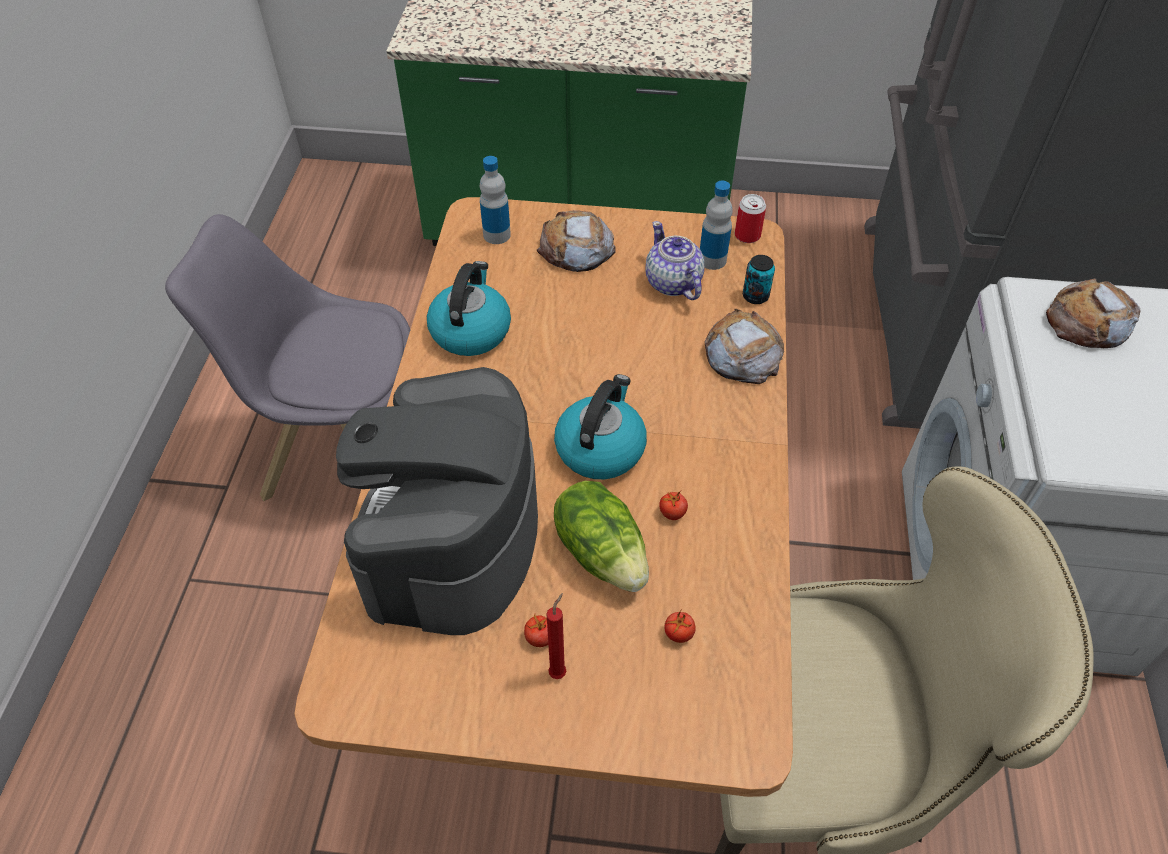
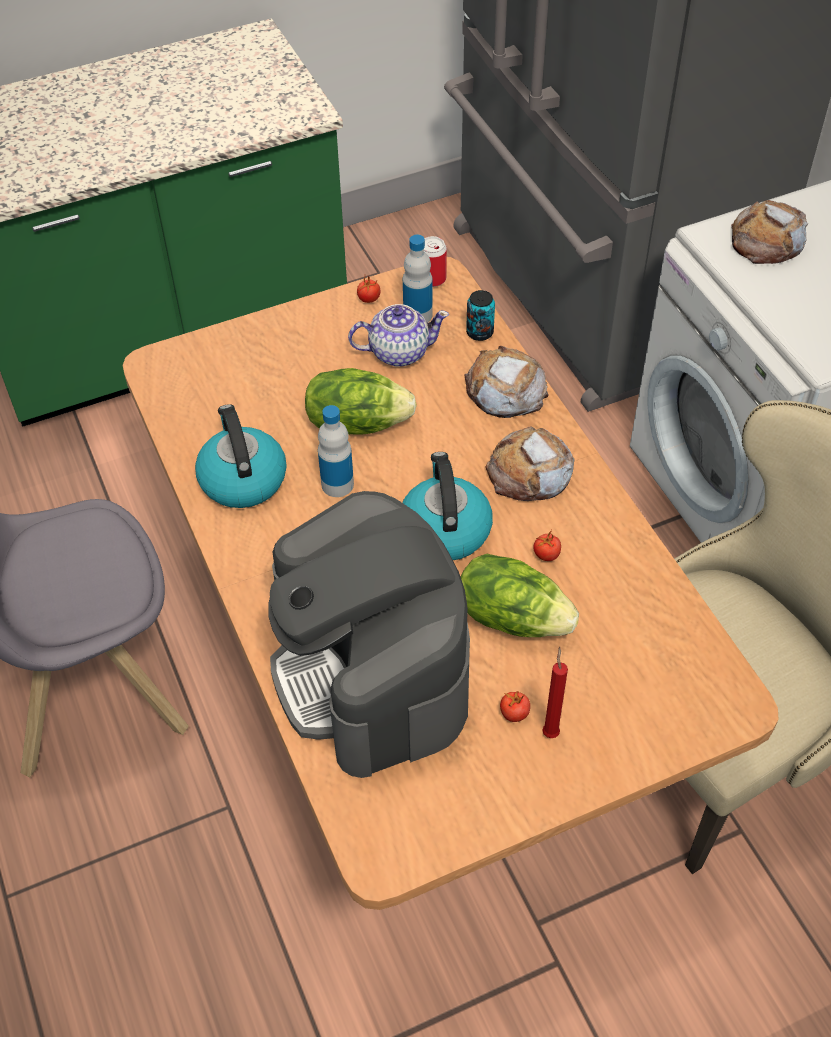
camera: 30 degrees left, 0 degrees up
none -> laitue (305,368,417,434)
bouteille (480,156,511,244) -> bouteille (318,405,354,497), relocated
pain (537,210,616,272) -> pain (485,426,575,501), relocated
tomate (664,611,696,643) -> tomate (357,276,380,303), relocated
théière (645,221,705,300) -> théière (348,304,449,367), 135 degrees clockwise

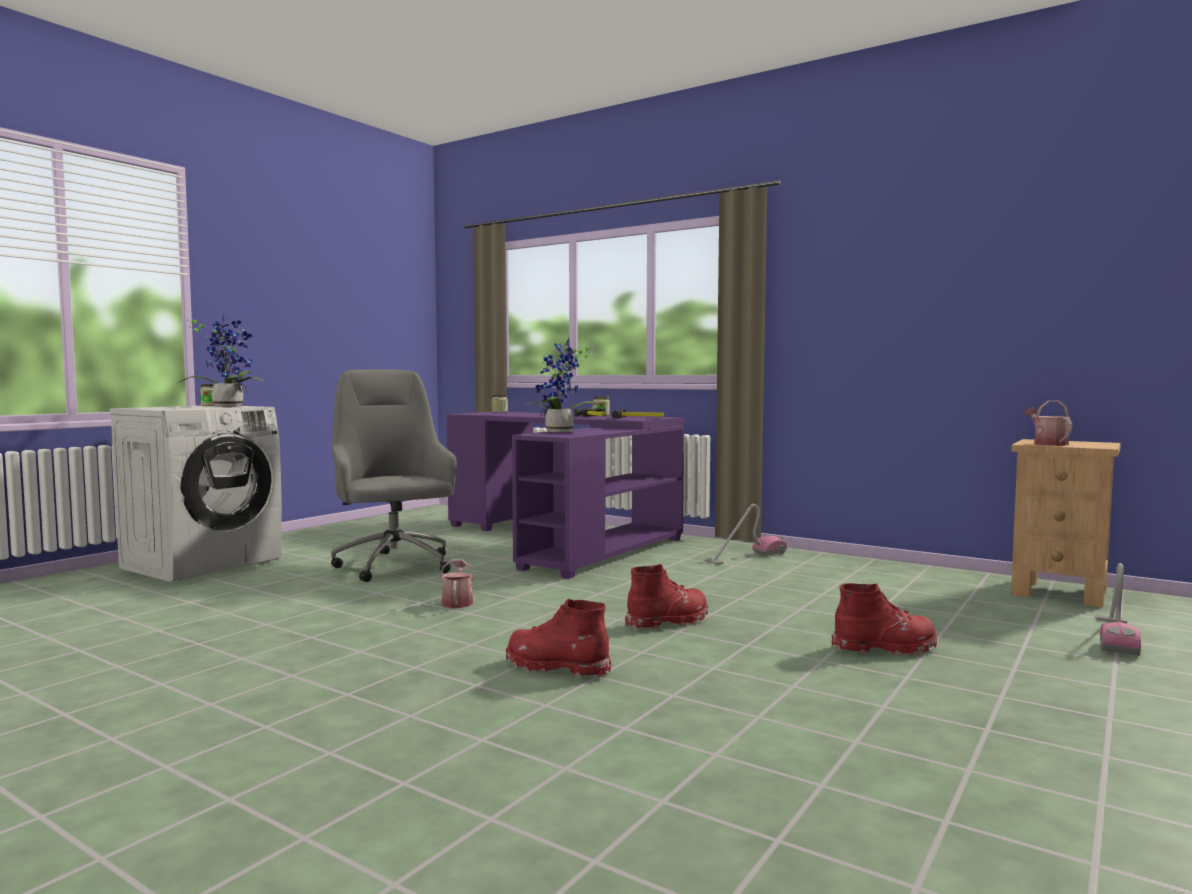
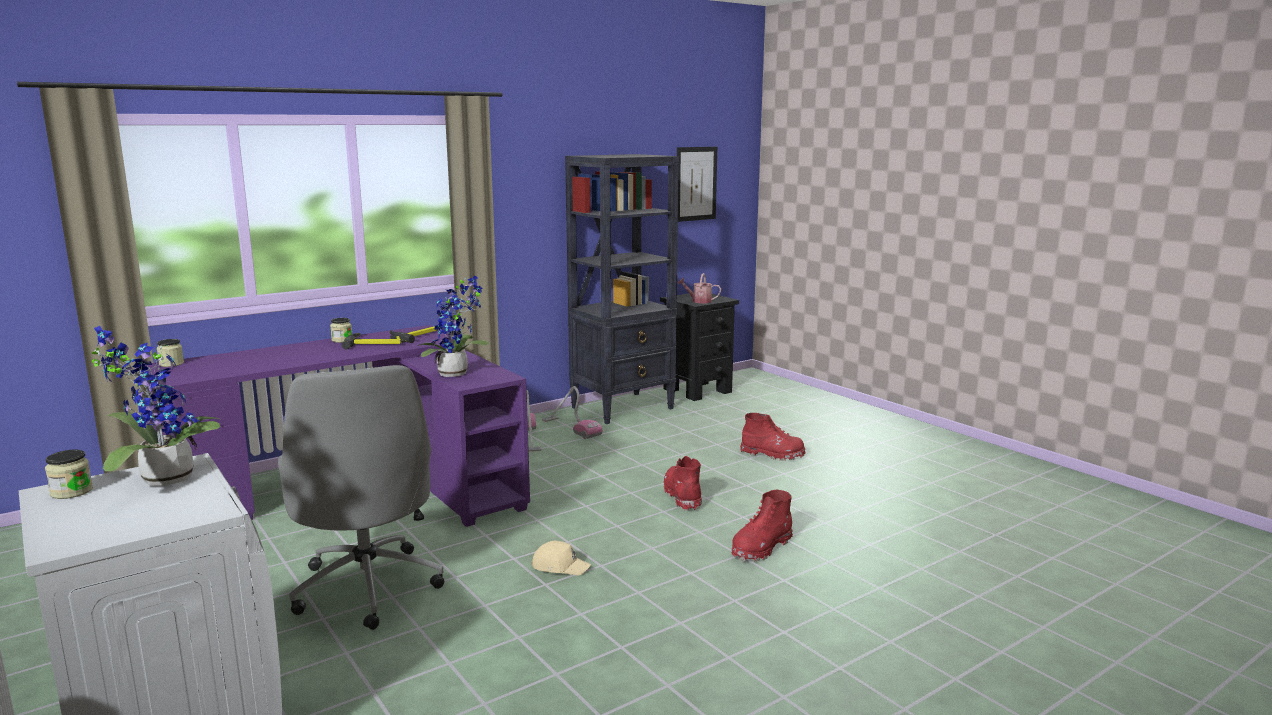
camera: 70 degrees left, 10 degrees up
none -> bibliothèque [noir] (565,154,679,424)
none -> tableau (677,147,717,222)
aspirateur (1095,563,1141,656) -> aspirateur (542,386,602,439), relocated
arrosoir (440,559,474,608) -> casquette [beige] (531,541,591,576)
table de chevet [beige] (1011,439,1121,608) -> table de chevet [noir] (660,294,739,401)
chaise de bureau [gris] (331,369,457,582) -> chaise de bureau [gris] (278,365,444,630), 105 degrees counterclockwise
botte [rouge] (831,583,938,657) -> botte [rouge] (740,413,805,461), 90 degrees clockwise

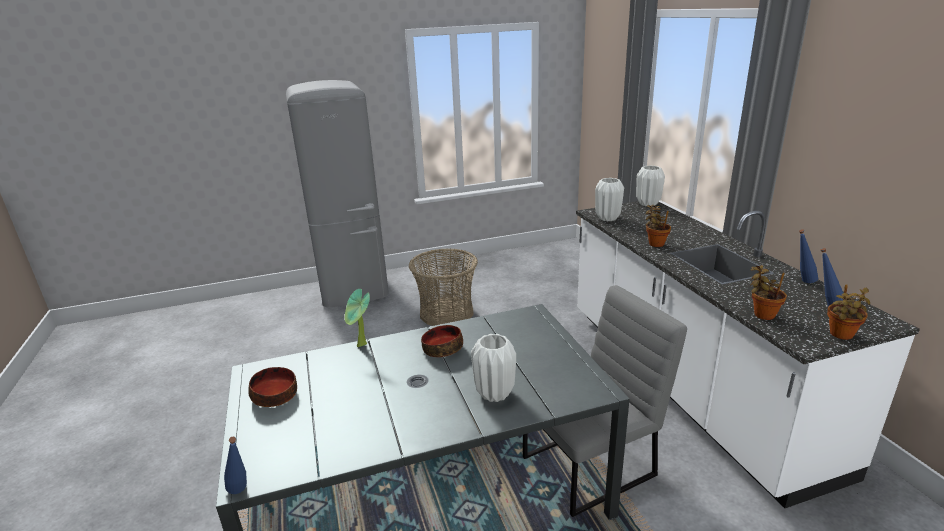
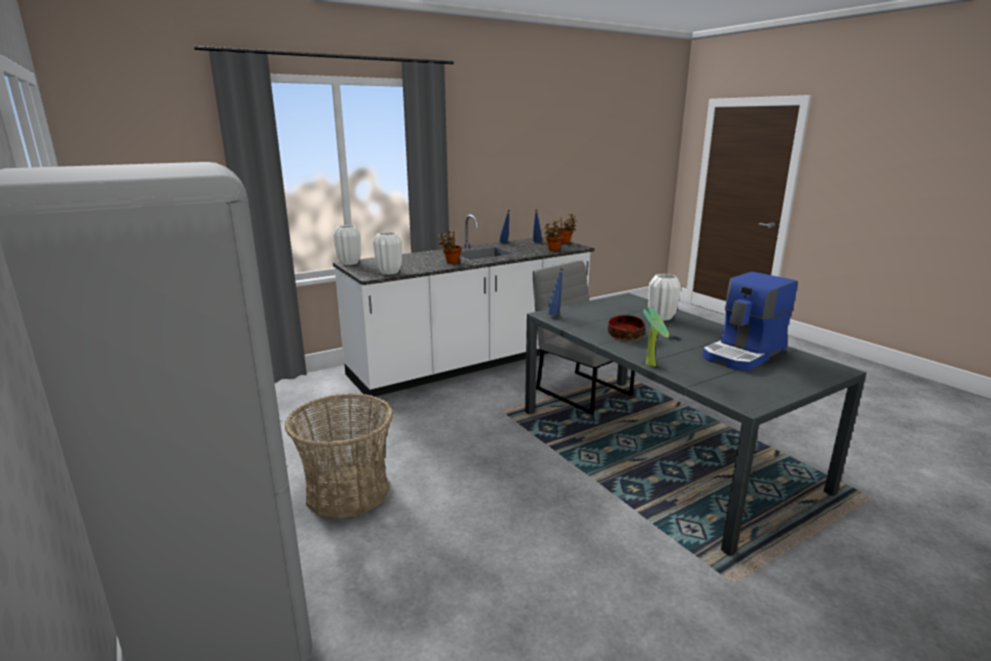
camera: 105 degrees left, 5 degrees down
bol (248,367,297,407) -> none
none -> machine à café (702,272,798,371)
bouteille [bleu] (224,437,247,494) -> bouteille [bleu] (547,268,563,316), relocated

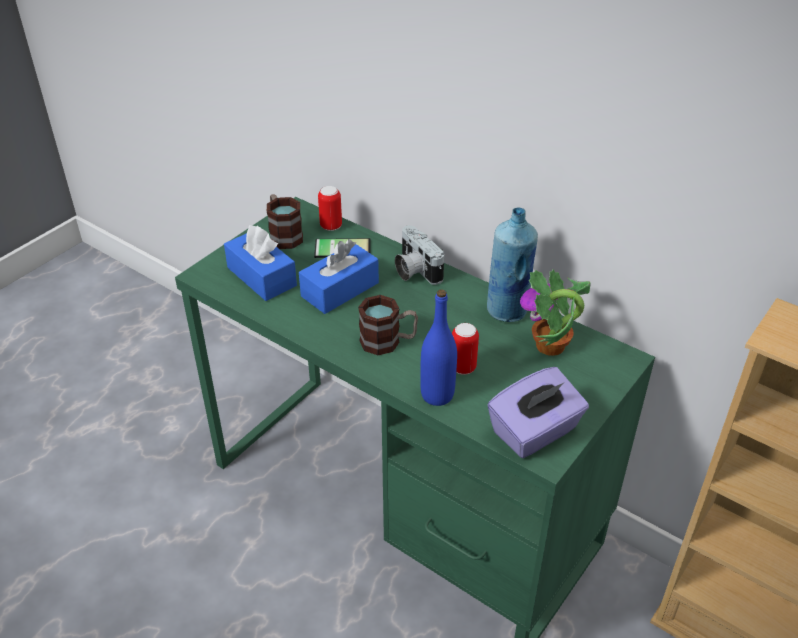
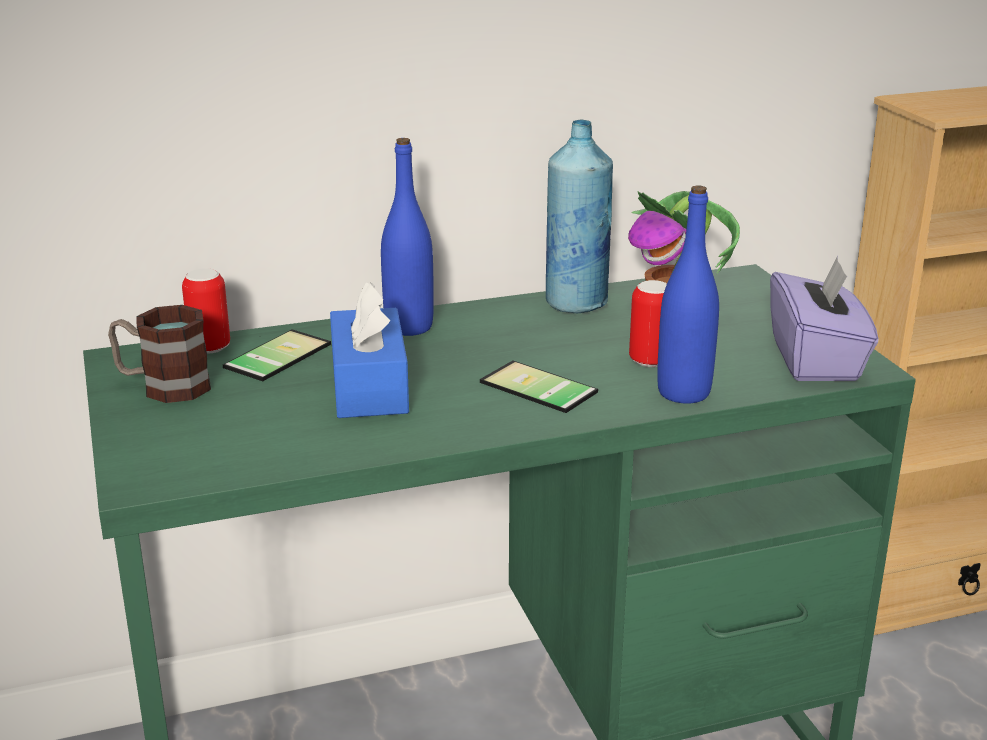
camera: 55 degrees left, 15 degrees down
boîte à mouchoirs [bleu] (224,225,297,301) -> none
mug (358,295,418,355) -> téléphone (480,361,598,413)
appareil photo (395,225,444,285) -> bouteille [bleu] (381,138,434,336)

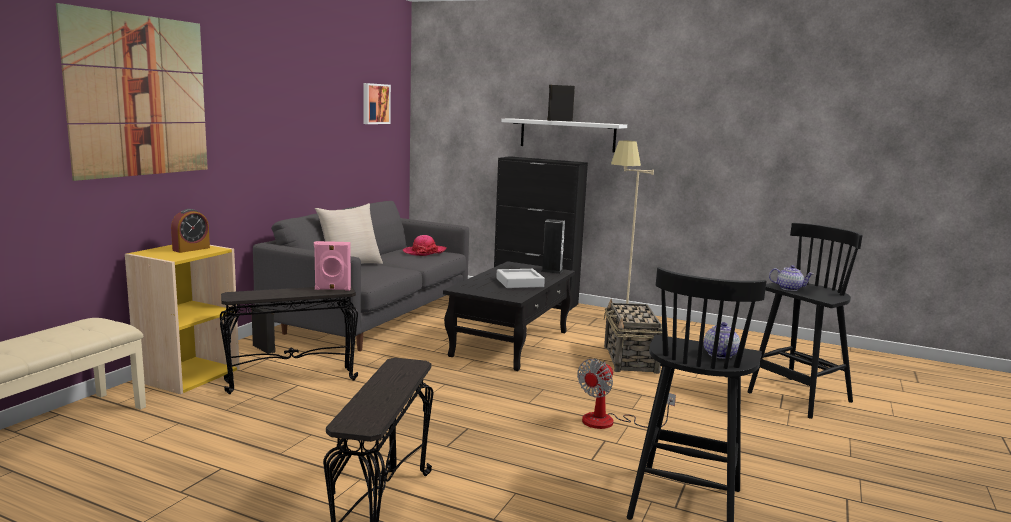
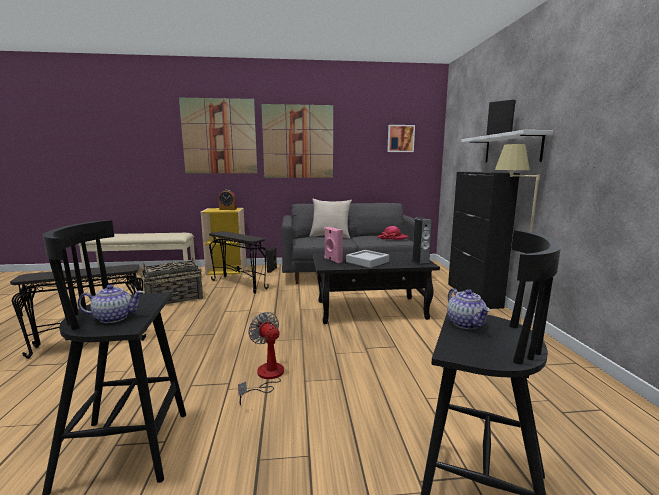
camera: 60 degrees right, 0 degrees up
none -> tableau (261,104,333,178)
enceinte [rose] (314,241,351,291) -> enceinte [rose] (324,227,343,263), relocated
panier (604,299,662,374) -> panier (141,257,203,304), relocated
ventilateur (577,359,676,429) -> ventilateur (238,312,284,405), 45 degrees clockwise

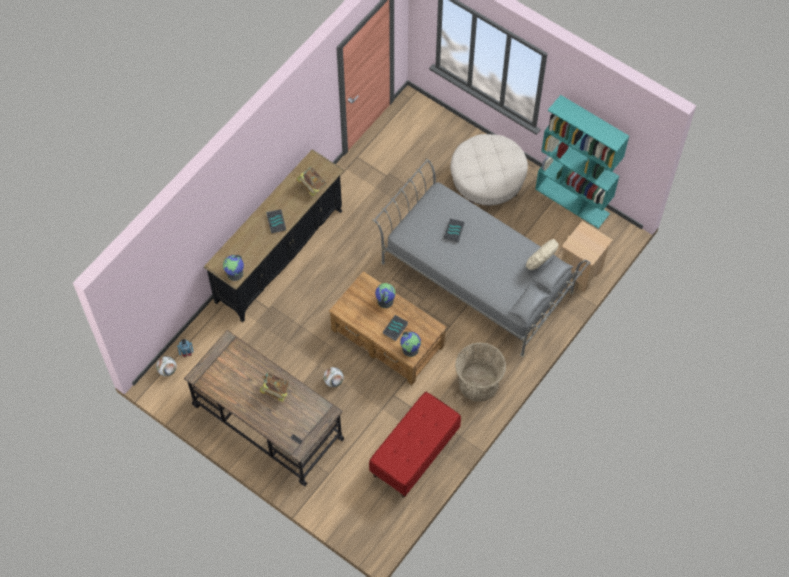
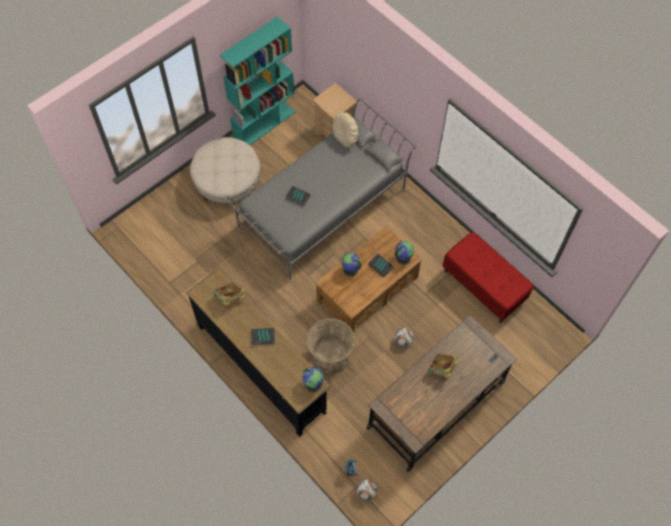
camera: 80 degrees left, 0 degrees up
panier (455,342,506,401) -> panier (306,318,355,374), relocated

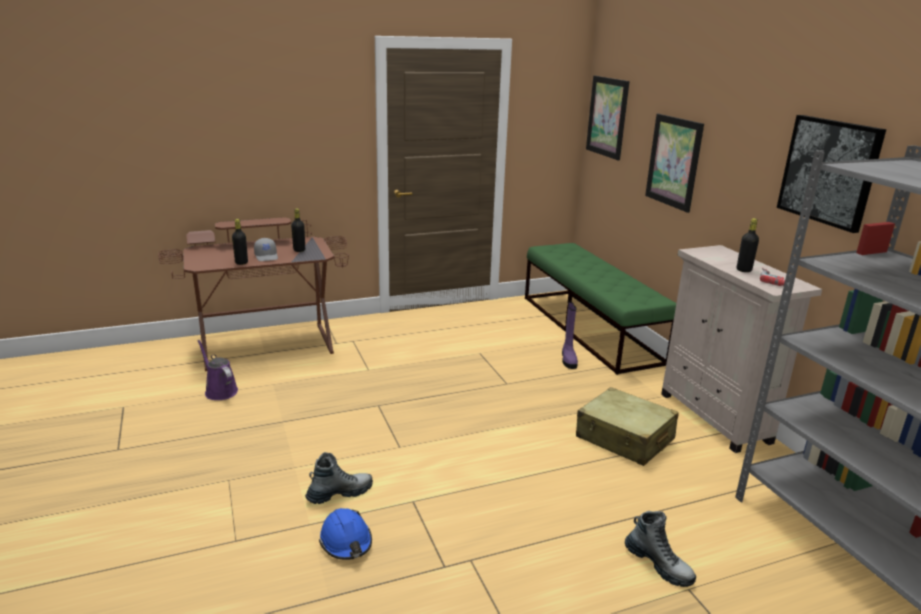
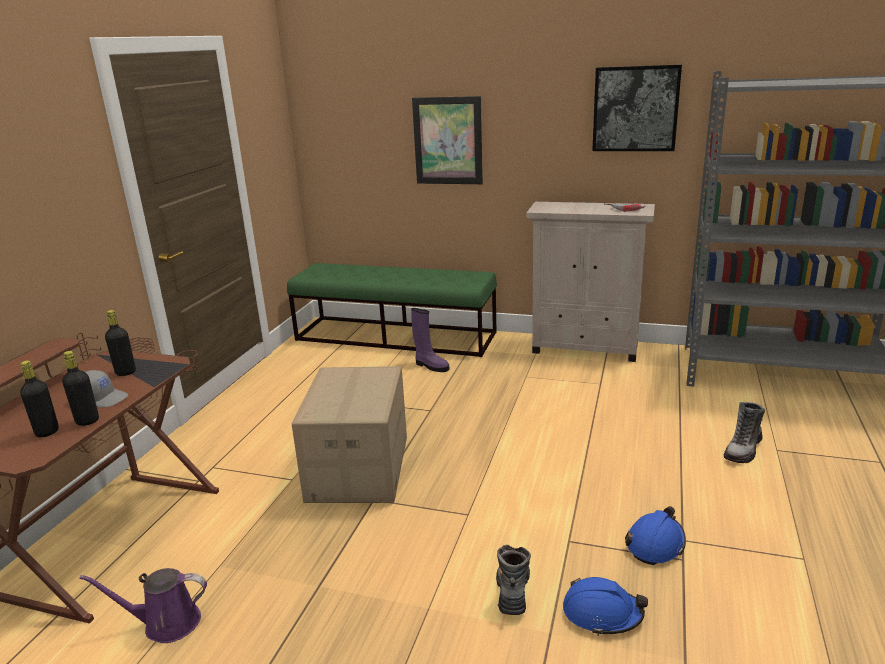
camera: 50 degrees left, 0 degrees up
valise [beige] (576,387,679,466) -> none
tableau (586,75,630,161) -> none
none -> carton (292,366,407,503)
none -> casque de chantier [bleu] (625,506,686,565)
bouteille [noir] (737,218,759,272) -> bouteille [noir] (20,360,59,437), relocated
botte (625,511,696,587) -> botte (723,402,765,463), 135 degrees clockwise

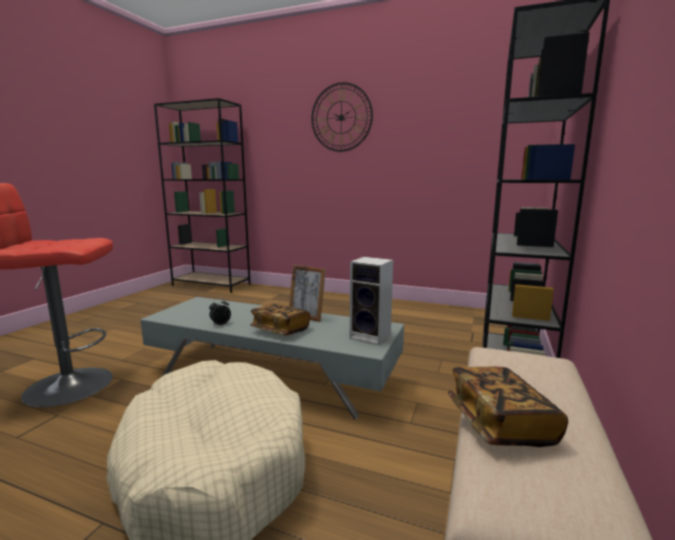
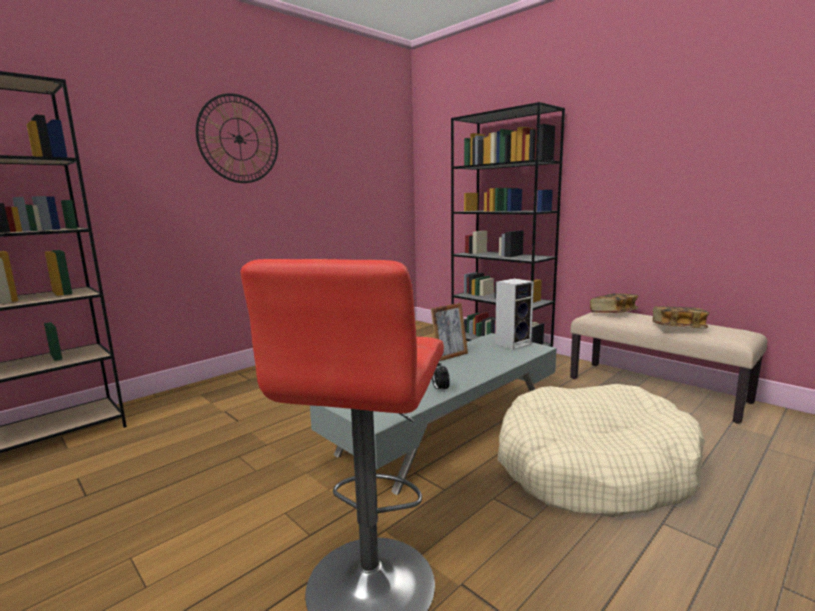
camera: 65 degrees left, 0 degrees up
livre (250,304,310,336) -> livre (590,293,638,313), relocated

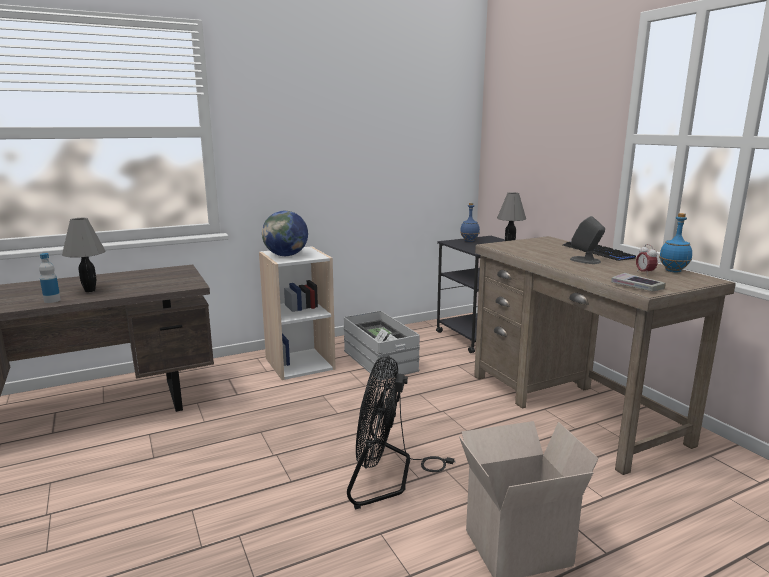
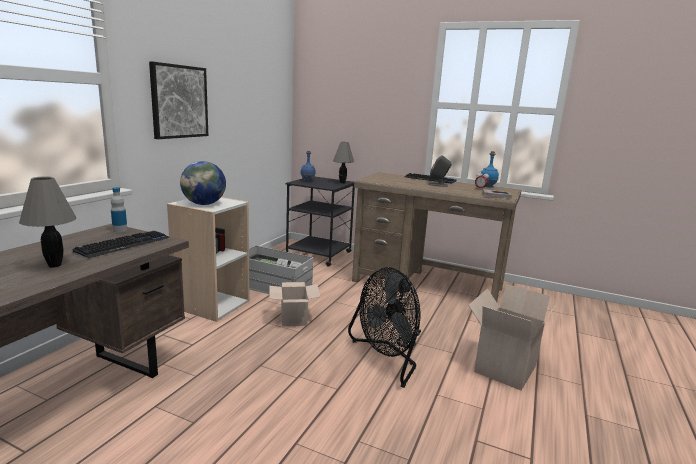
camera: 40 degrees left, 0 degrees up
none -> clavier (73,231,169,258)
none -> tableau (149,61,208,139)
none -> carton (269,282,320,327)
bouteille (39,253,61,303) -> bouteille (111,187,127,232), relocated

